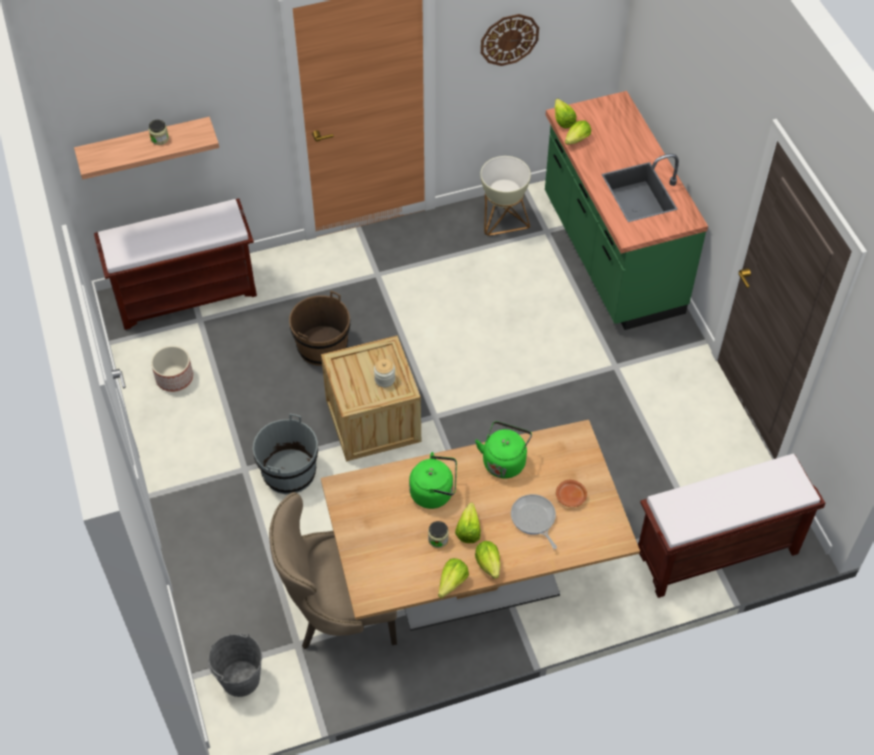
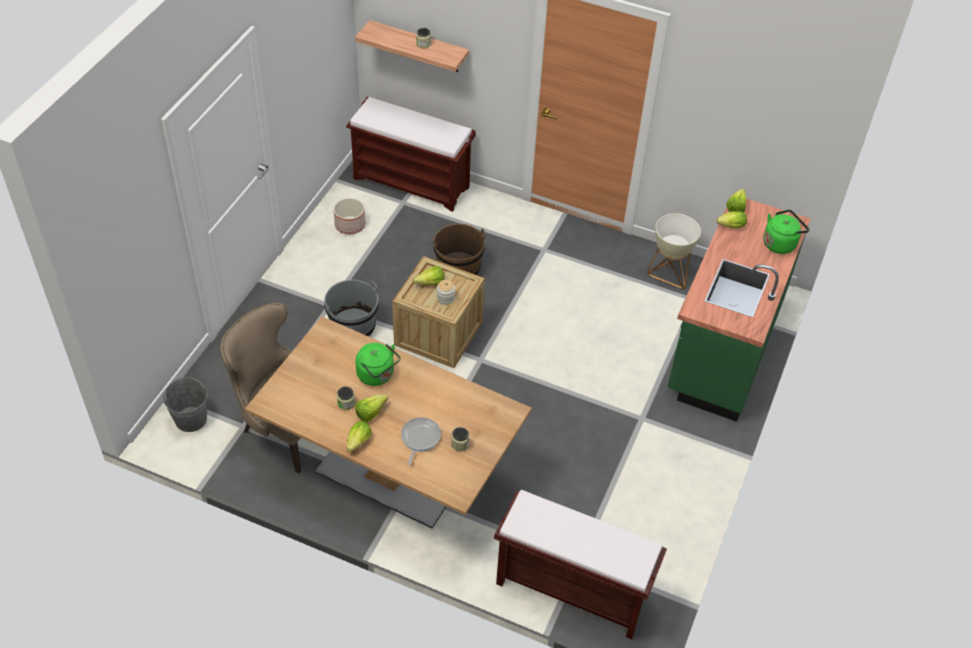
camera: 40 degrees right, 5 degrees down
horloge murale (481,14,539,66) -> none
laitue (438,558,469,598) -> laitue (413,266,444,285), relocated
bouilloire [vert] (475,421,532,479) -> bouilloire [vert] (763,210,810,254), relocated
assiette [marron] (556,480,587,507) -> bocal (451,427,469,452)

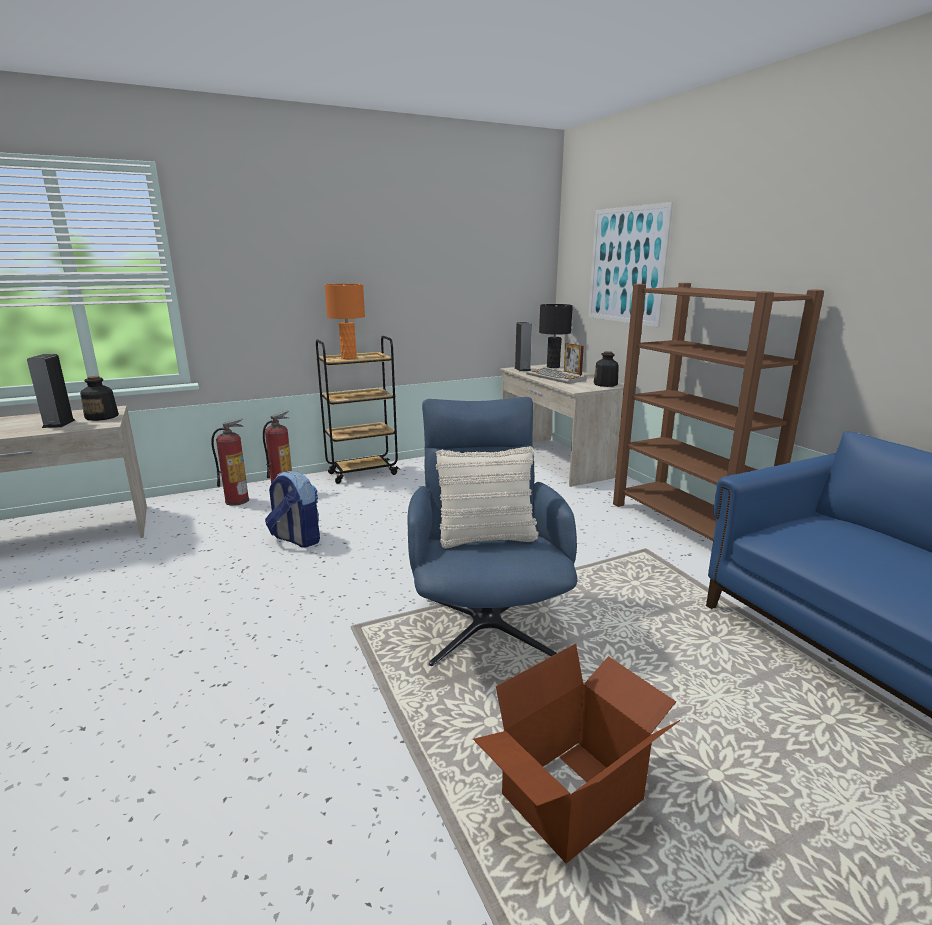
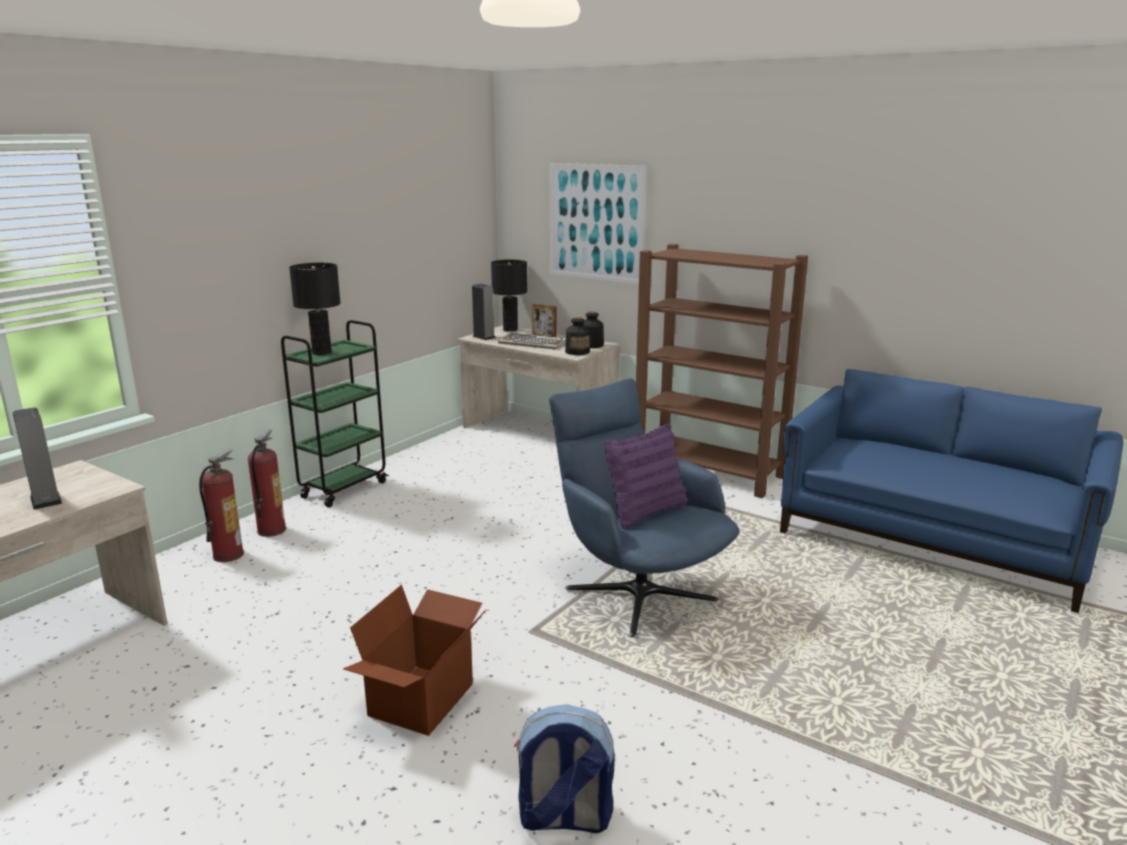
camera: 30 degrees left, 0 degrees up
bouteille (80,376,119,421) -> bouteille (565,317,590,355), relocated
sac à dos (265,471,320,548) -> sac à dos (514,704,615,833), relocated
carton (473,643,680,864) -> carton (343,585,487,736), relocated
chariot [marron] (316,336,398,484) -> chariot [vert] (281,320,389,507)
lampe de table [orange] (325,284,365,359) -> lampe de table [noir] (289,263,341,355)
coussin [beige] (436,446,539,548) -> coussin [violet] (604,423,688,529)

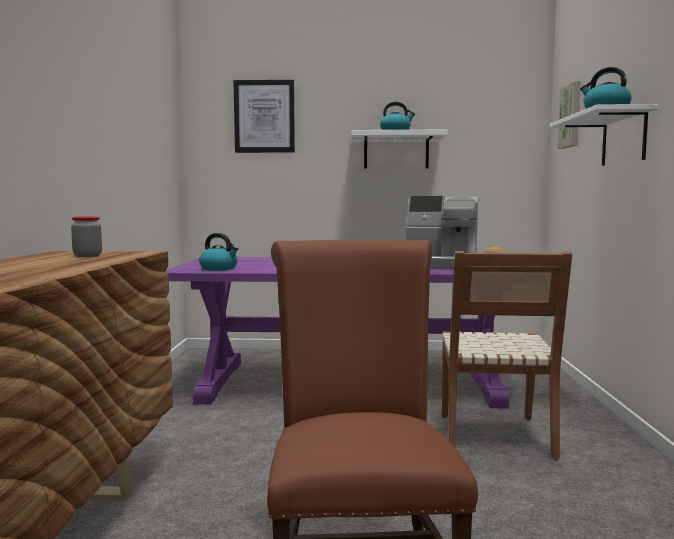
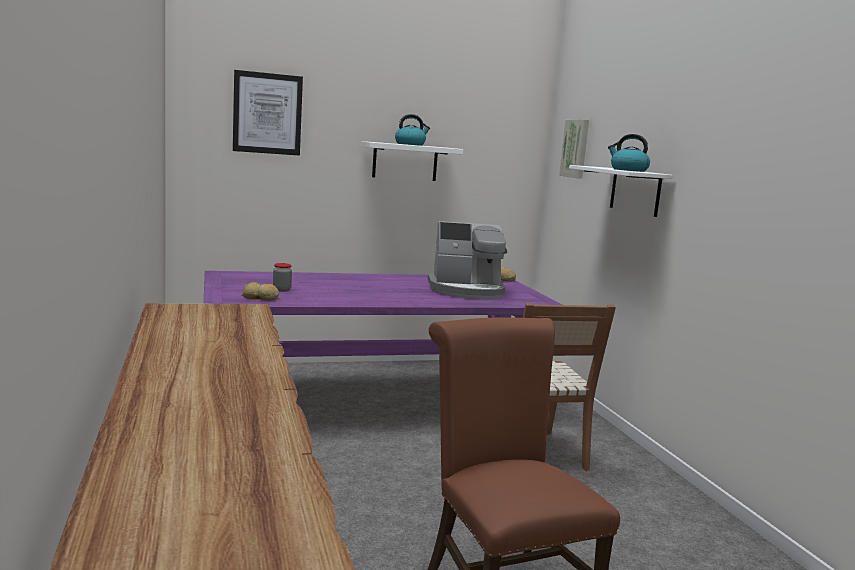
camera: 20 degrees left, 5 degrees up
bocal (71,216,102,257) -> bocal (273,263,292,292), relocated
bouilloire (199,233,239,270) -> pain (242,283,279,301)

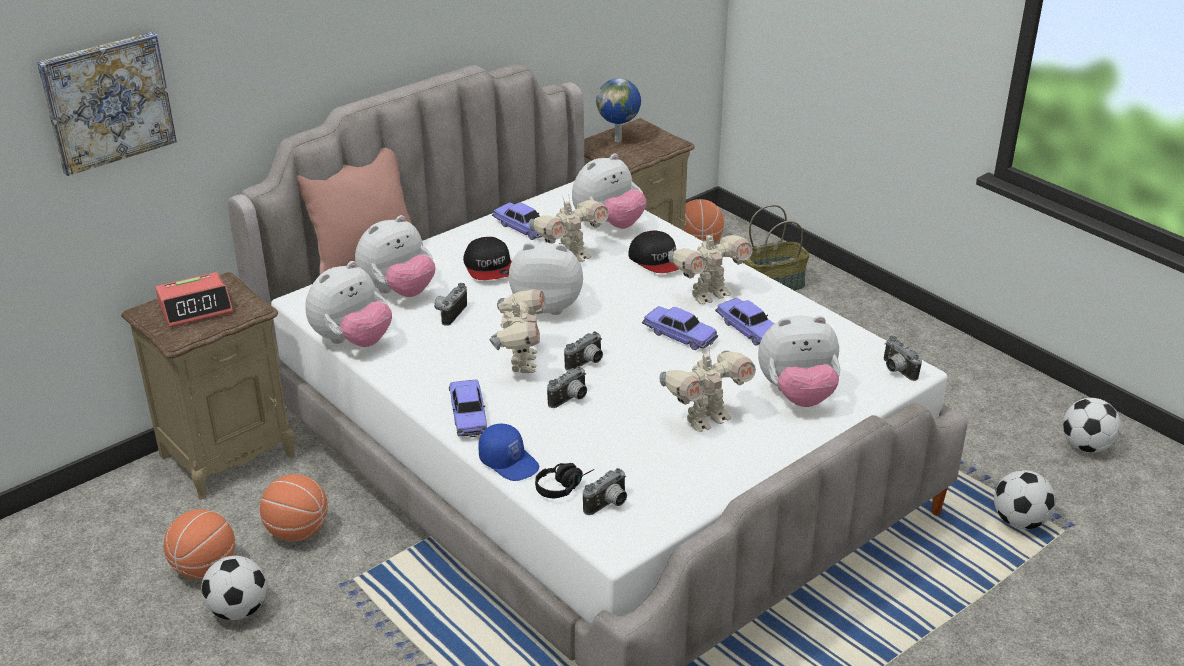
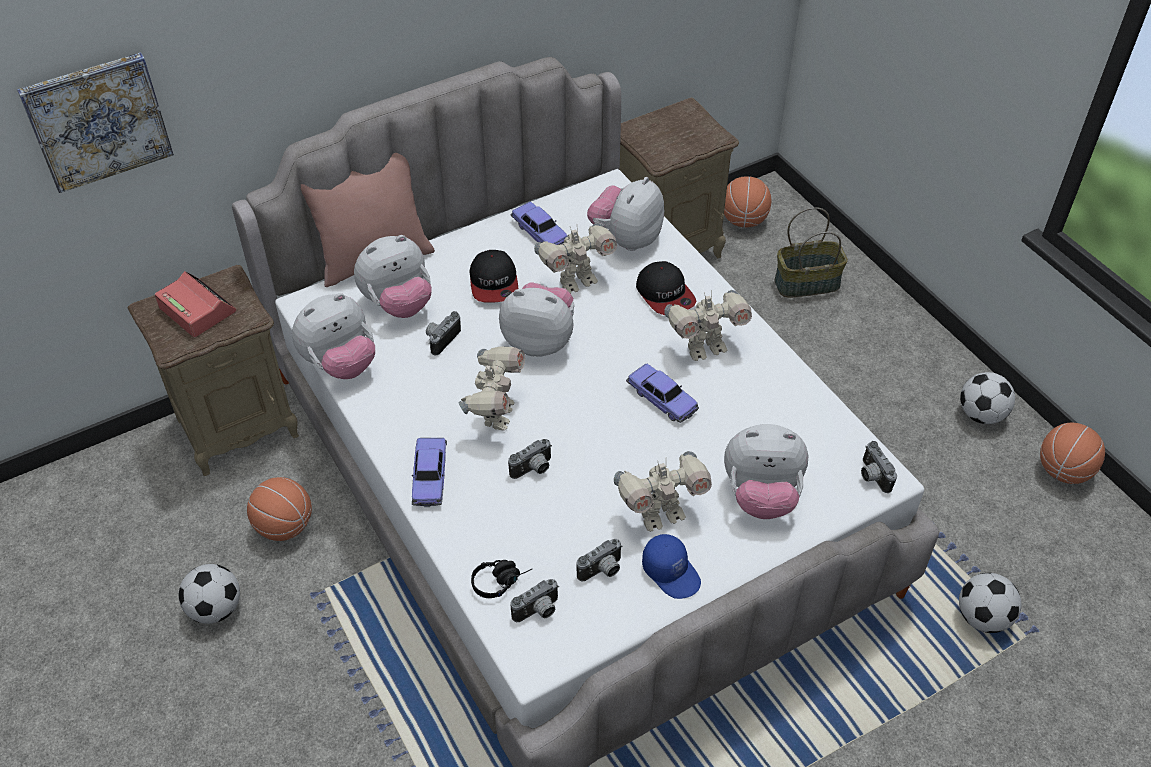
camera: 10 degrees right, 15 degrees up
globe (596,78,641,142) -> none
petite voiture (715,298,774,346) -> none
ballon de basket (164,509,235,579) -> ballon de basket (1040,422,1105,484), relocated
casquette [bleu] (478,424,539,481) -> casquette [bleu] (642,534,701,599), relocated
appareil photo (564,331,603,371) -> appareil photo (576,539,622,582), relocated
ballon de foot (1063,398,1121,453) -> ballon de foot (960,372,1015,424), relocated
réveil (155,272,233,328) -> réveil (155,271,236,337), 120 degrees counterclockwise
peluche (572,153,647,229) -> peluche (587,177,664,251), 150 degrees clockwise

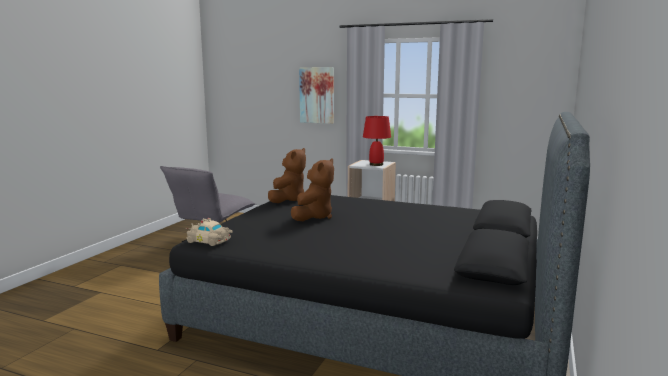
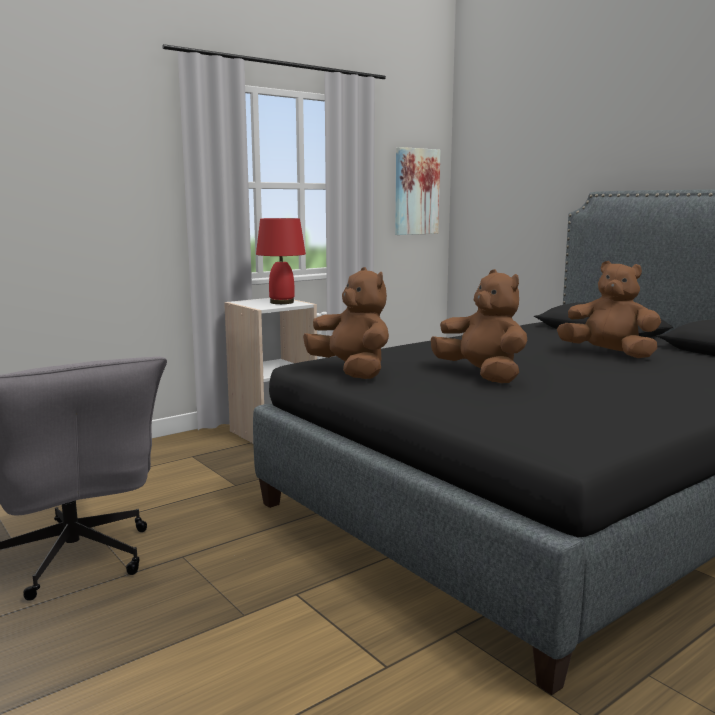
camera: 60 degrees left, 0 degrees up
petite voiture [beige] (186,218,233,246) -> none
none -> peluche [marron] (557,261,661,358)
tableau (299,67,334,124) -> tableau (395,147,440,235), relocated

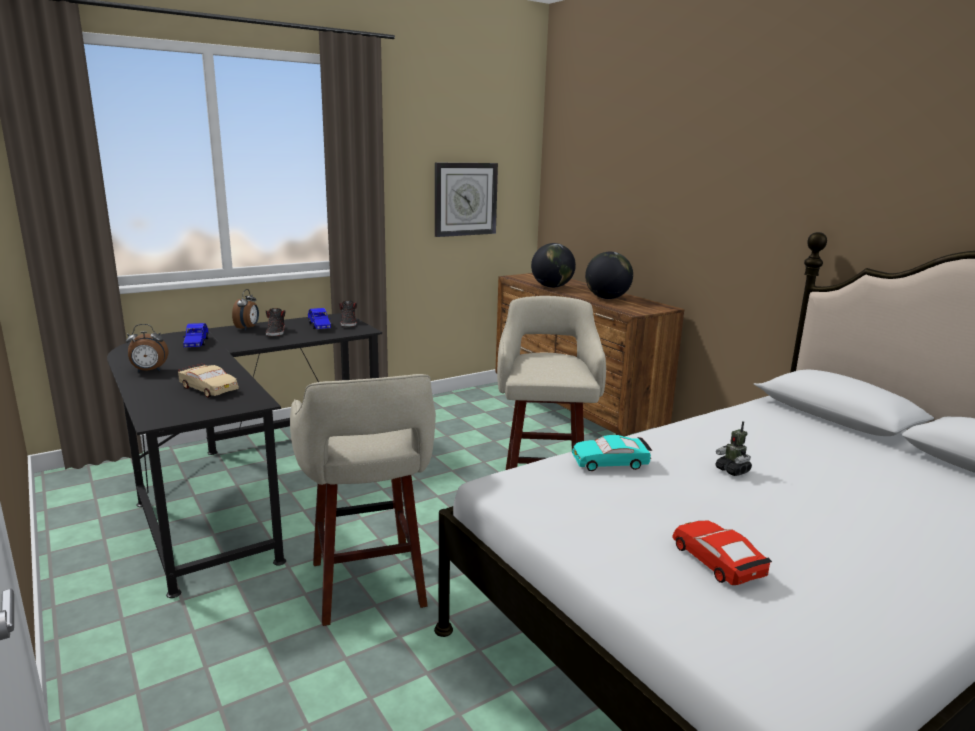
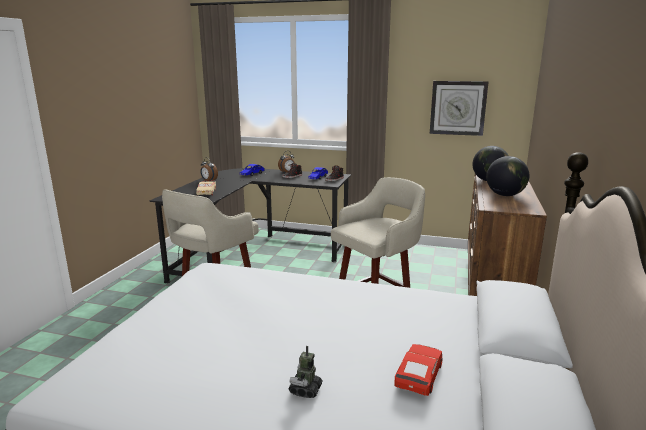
camera: 50 degrees right, 0 degrees up
petite voiture [turquoise] (572,435,653,471) -> none
petite voiture [rouge] (672,521,772,585) -> petite voiture [rouge] (394,344,442,396), relocated
robot jouet (715,421,752,476) -> robot jouet (289,346,323,398), relocated

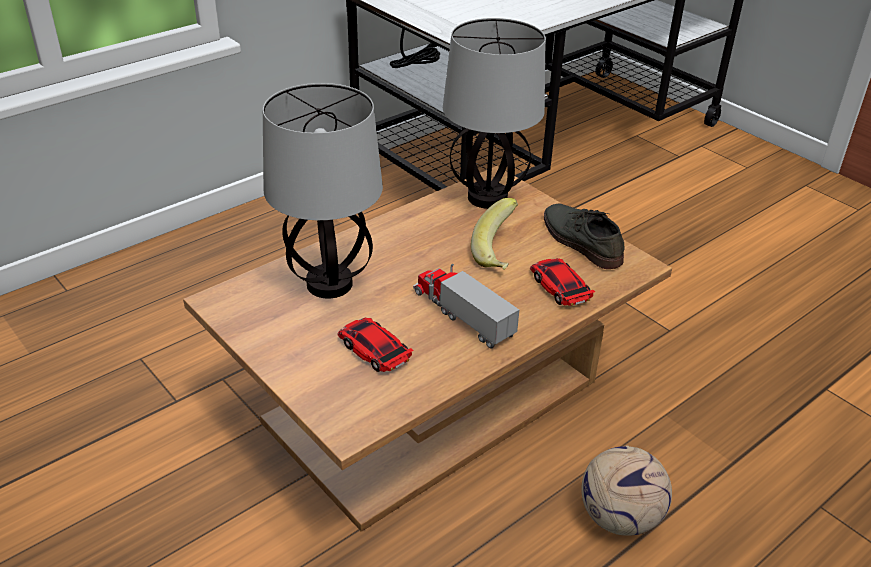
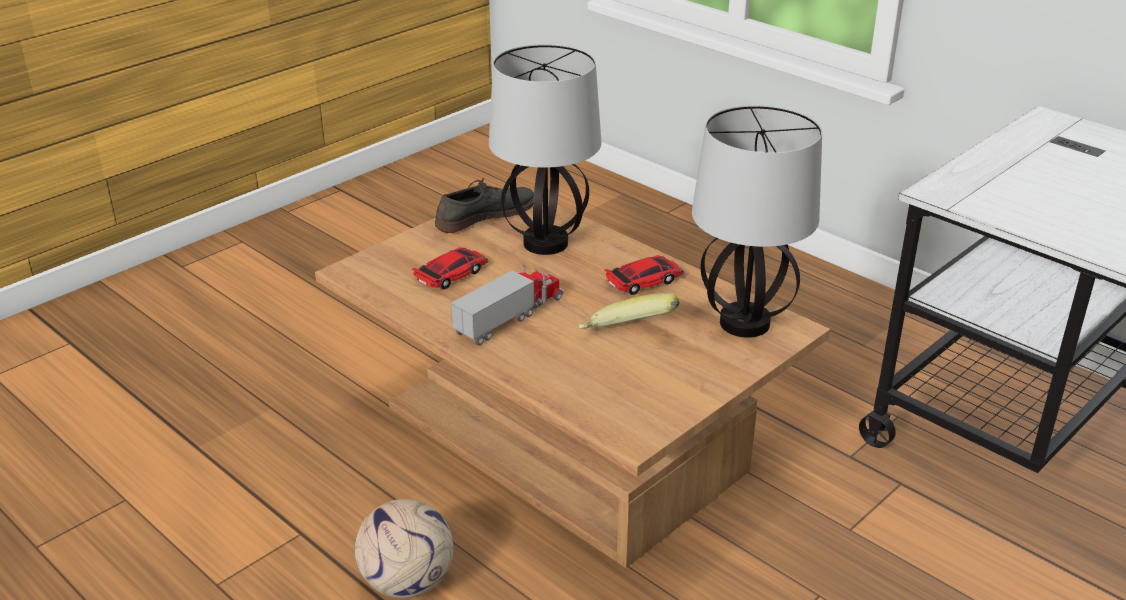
camera: 85 degrees right, 5 degrees down
petite voiture (530,258,595,306) -> petite voiture (605,255,684,295), relocated
chaussure [gris] (544,204,624,269) -> chaussure [gris] (435,178,534,233), relocated

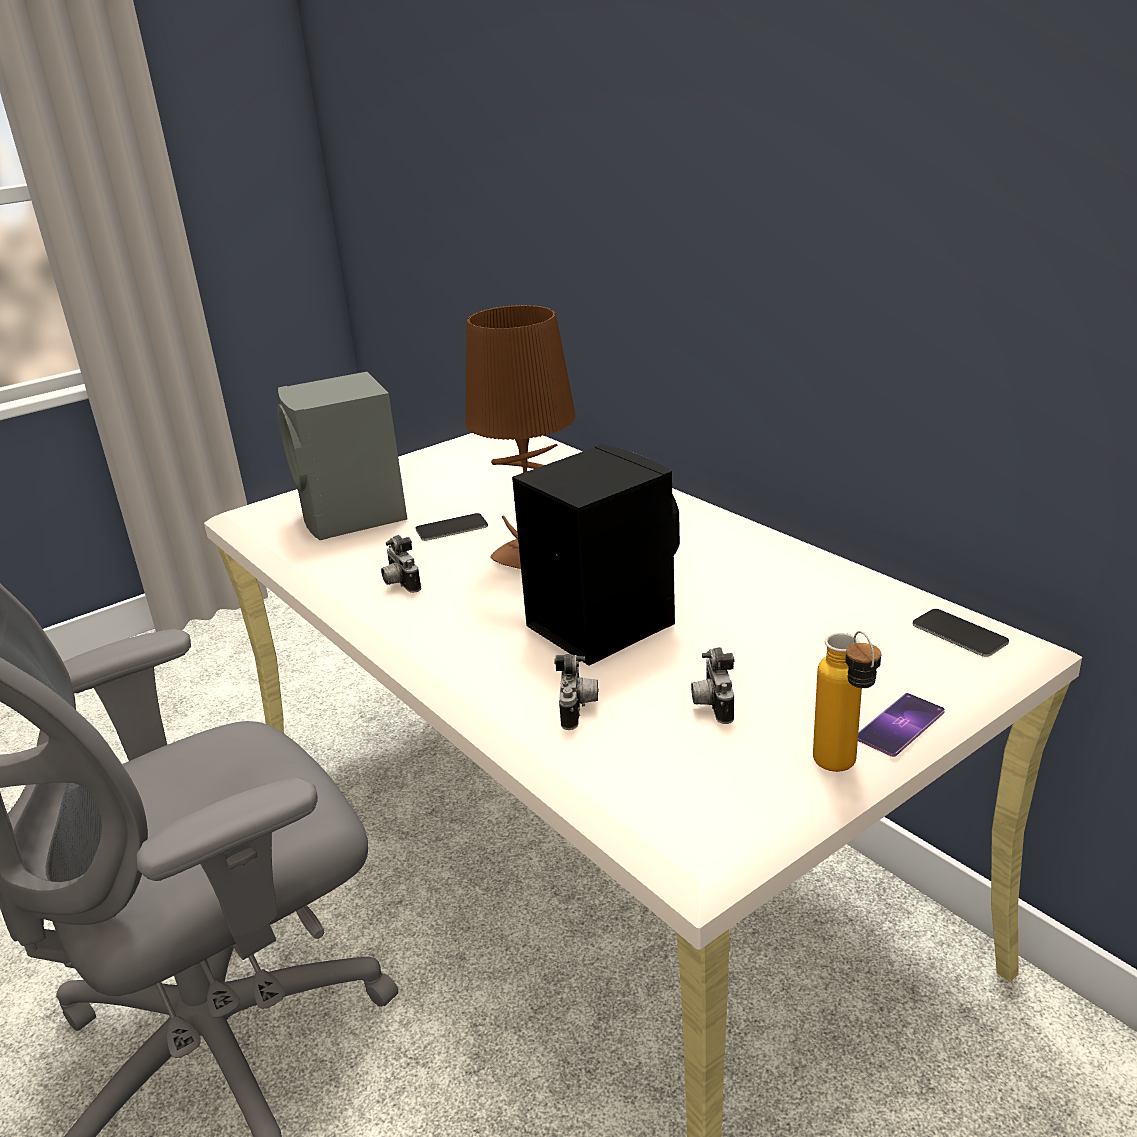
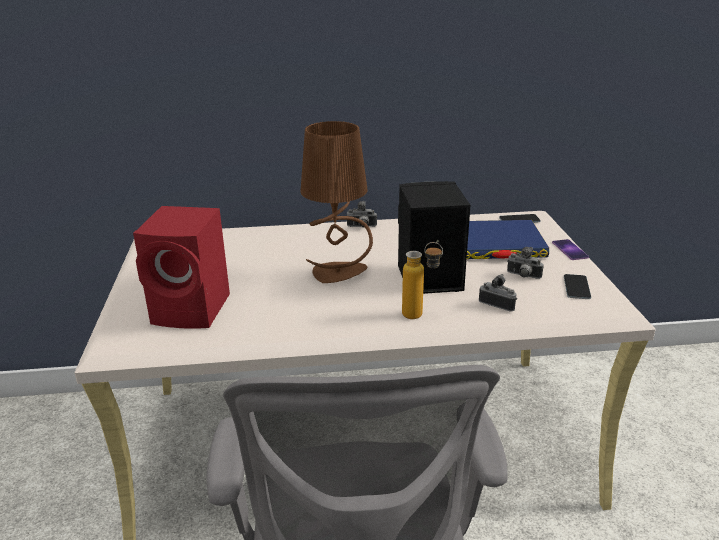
camera: 60 degrees left, 0 degrees up
none -> livre [bleu] (467,220,549,259)
appareil photo (381,535,421,593) -> appareil photo (347,201,377,227), relocated
téléphone (416,513,488,541) -> téléphone (564,274,591,299), relocated
bouteille (813,631,881,772) -> bouteille (402,242,443,319), relocated
enceinte [gris] (277,372,407,540) -> enceinte [rouge] (133,206,230,329)

